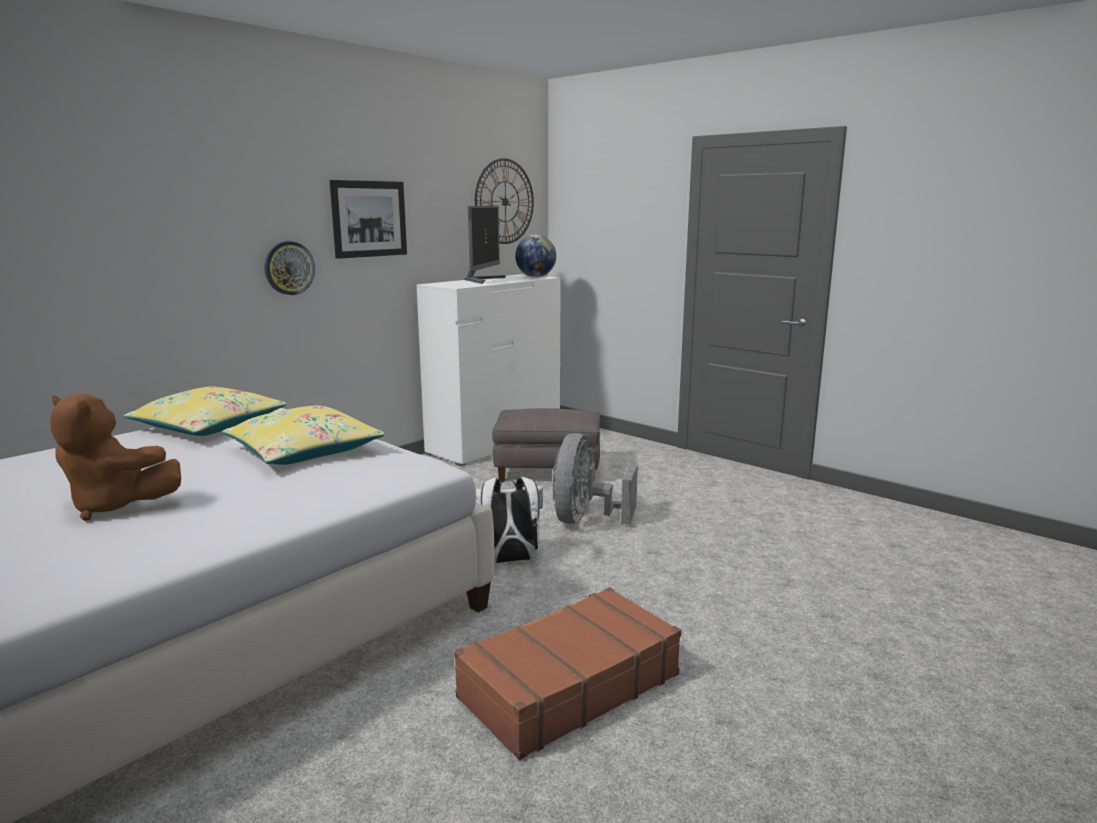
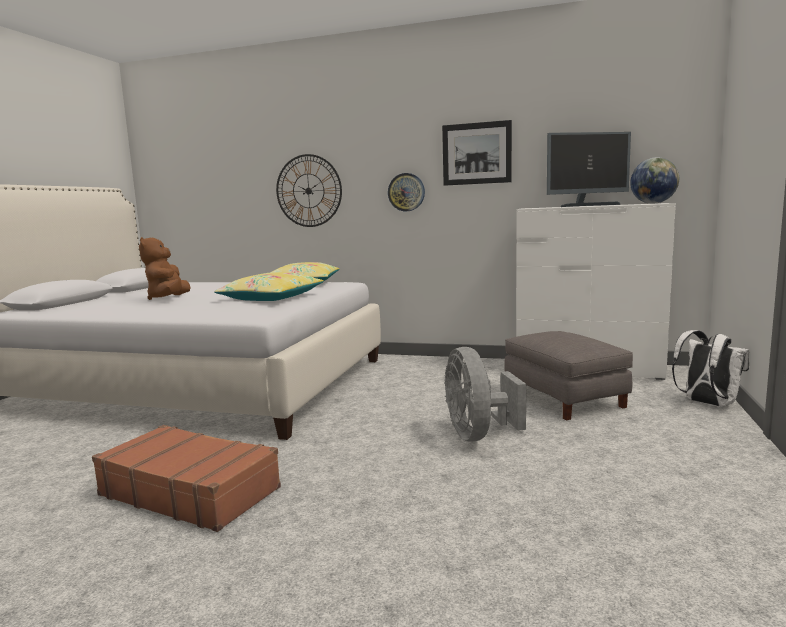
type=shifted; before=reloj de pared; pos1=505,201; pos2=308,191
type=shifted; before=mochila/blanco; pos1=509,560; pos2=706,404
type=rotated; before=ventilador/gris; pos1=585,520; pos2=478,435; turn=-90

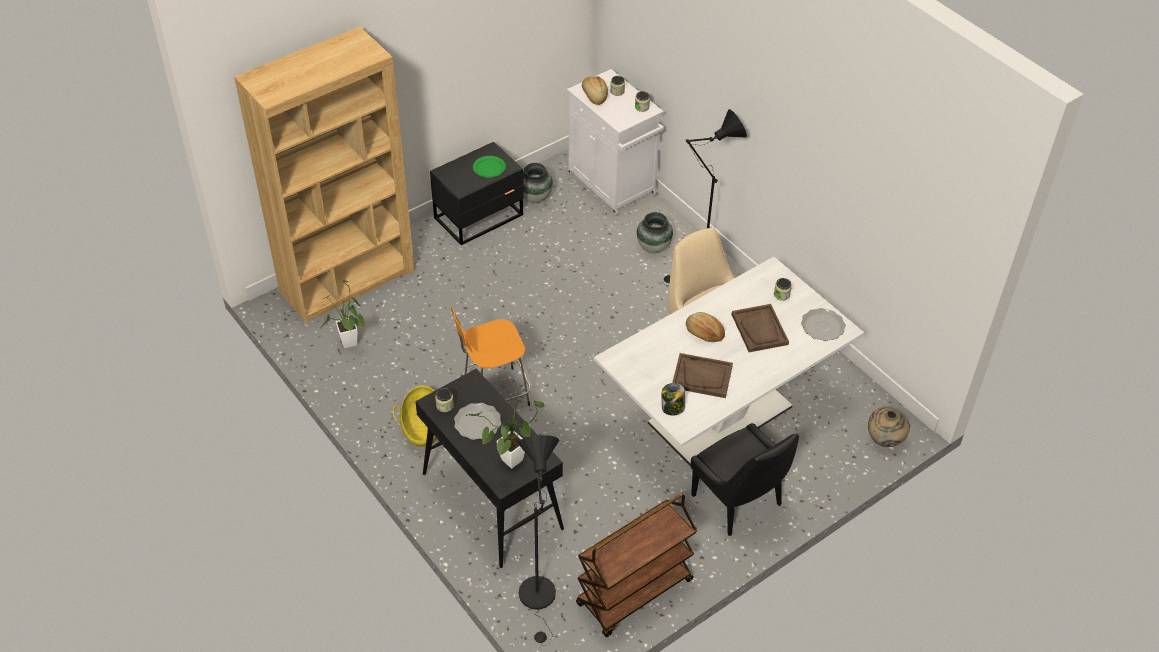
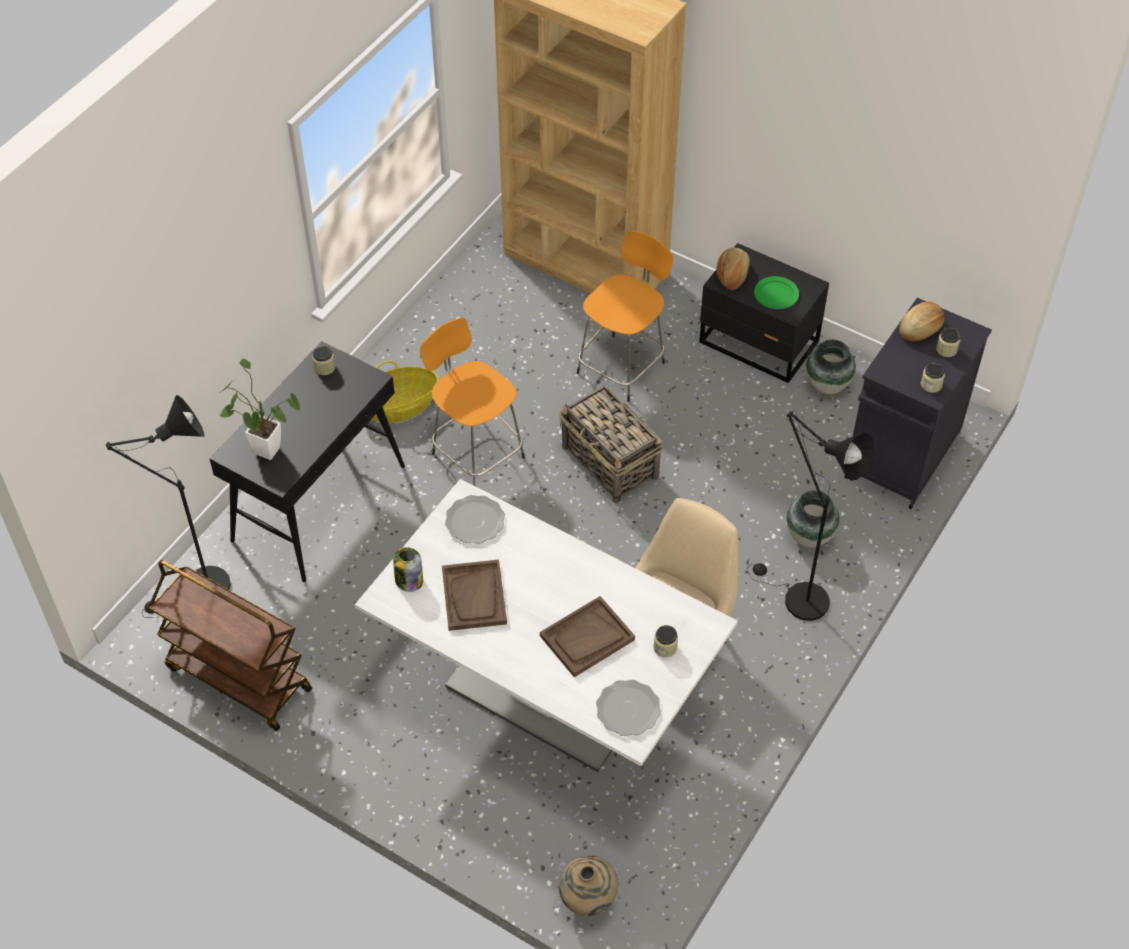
type=gone; before=planta en maceta; pos1=349,345
type=gone; before=silla/negro; pos1=738,502
type=new; after=cesta; pos2=610,462
type=new; after=taburete/naranja; pos2=623,366
type=shifted; before=plato; pos1=477,422; pos2=475,521
type=shifted; before=pan; pos1=704,333; pos2=733,274
type=repainted; before=armario/blanco; after=armario/negro; pos1=612,186; pos2=901,457

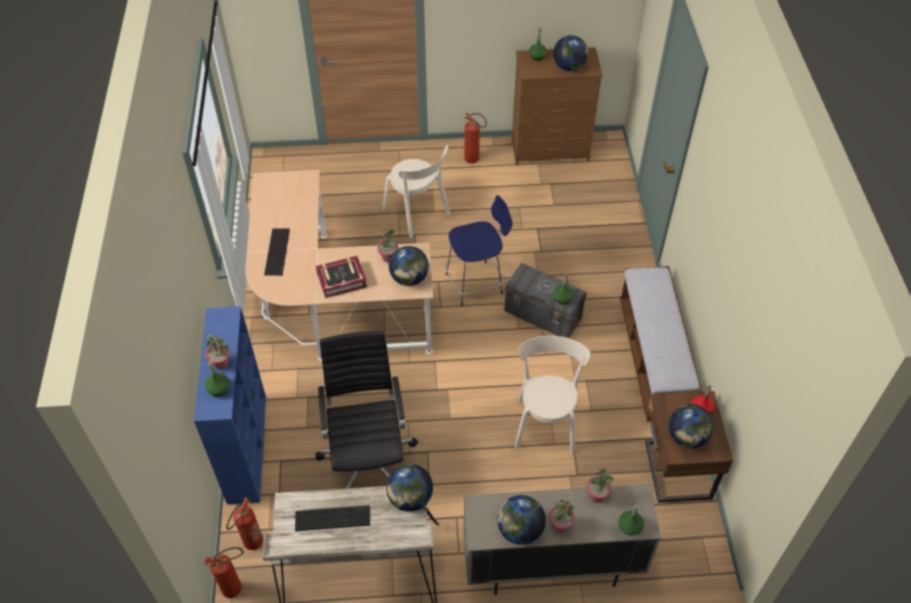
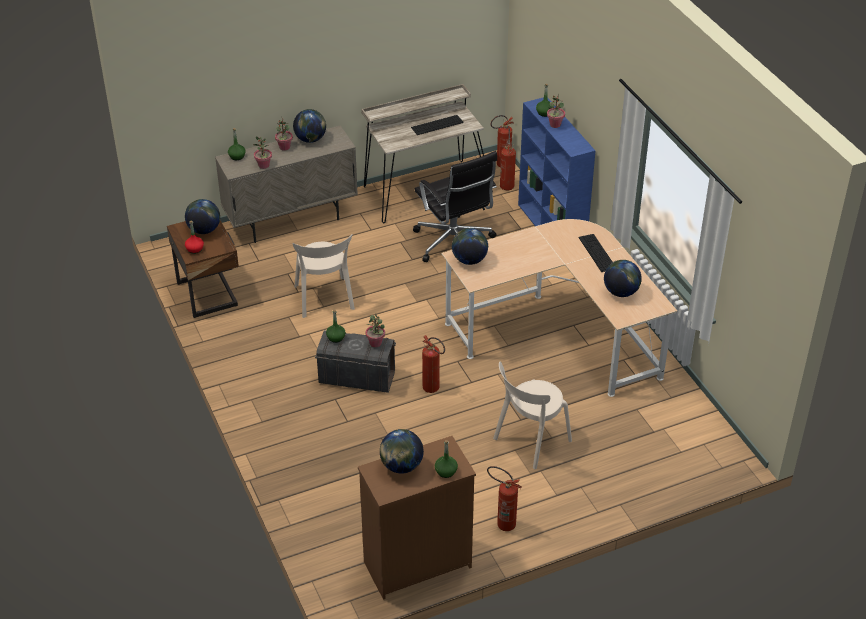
type=gone; before=libro; pos1=341,280
type=gone; before=banco; pos1=653,359
type=shifted; before=planta en maceta; pos1=388,257; pos2=375,343
type=shifted; before=globo terráqueo; pos1=410,498; pos2=621,292
type=swapped; before=taburete/azul; after=extintor; pos1=476,283; pos2=433,389
type=rotated; before=silla/beis; pos1=418,214; pos2=530,441; turn=-75

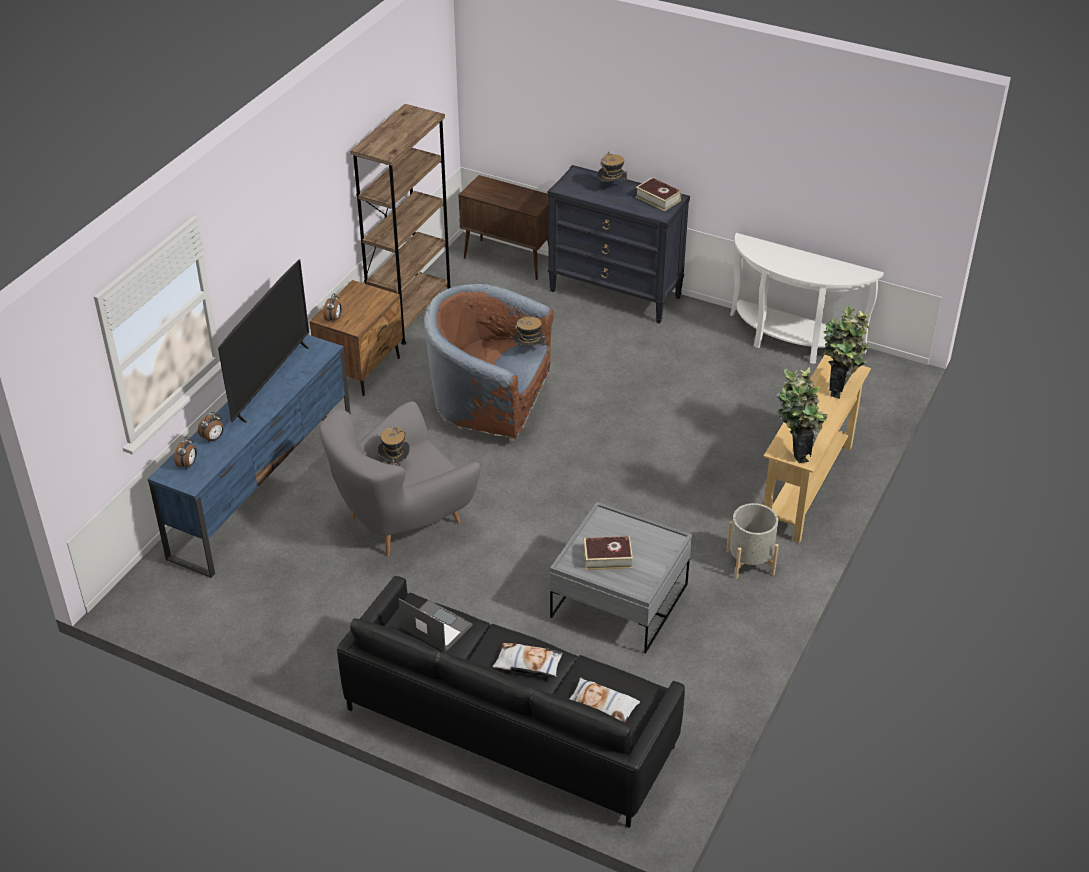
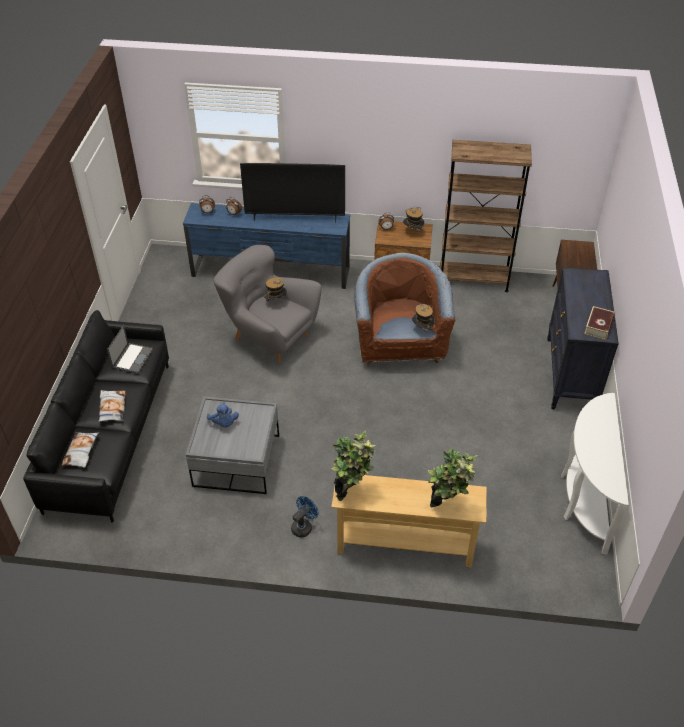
type=shifted; before=sombrero; pos1=611,188; pos2=413,231
type=swapped; before=libro; after=peluche/azul; pos1=607,558; pos2=224,423
type=swapped; before=maceta/gris; after=ventilador/azul; pos1=750,562; pos2=303,526

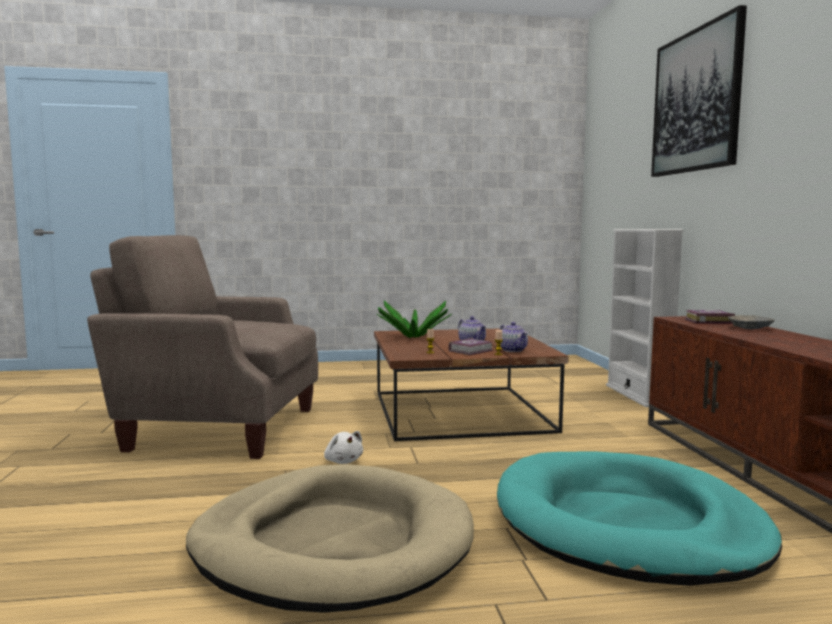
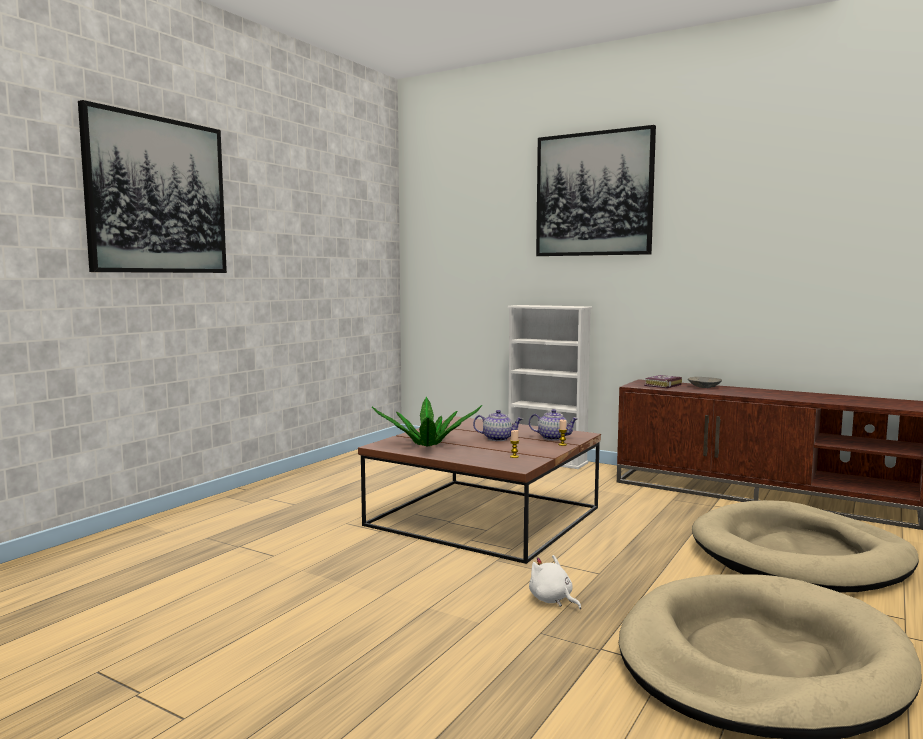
type=gone; before=sillón/beis; pos1=219,428
type=gone; before=libro; pos1=472,350
type=new; after=cuadro; pos2=157,196
type=repainted; before=cama para perro/turquesa; after=cama para perro/beis; pos1=627,524; pos2=799,555
type=rotated; before=peluche/blanco; pos1=343,461; pos2=552,600; turn=-135

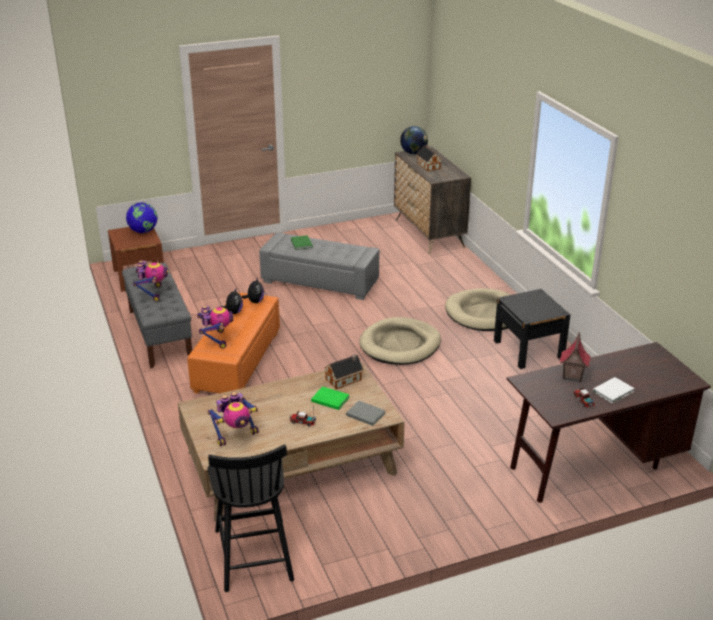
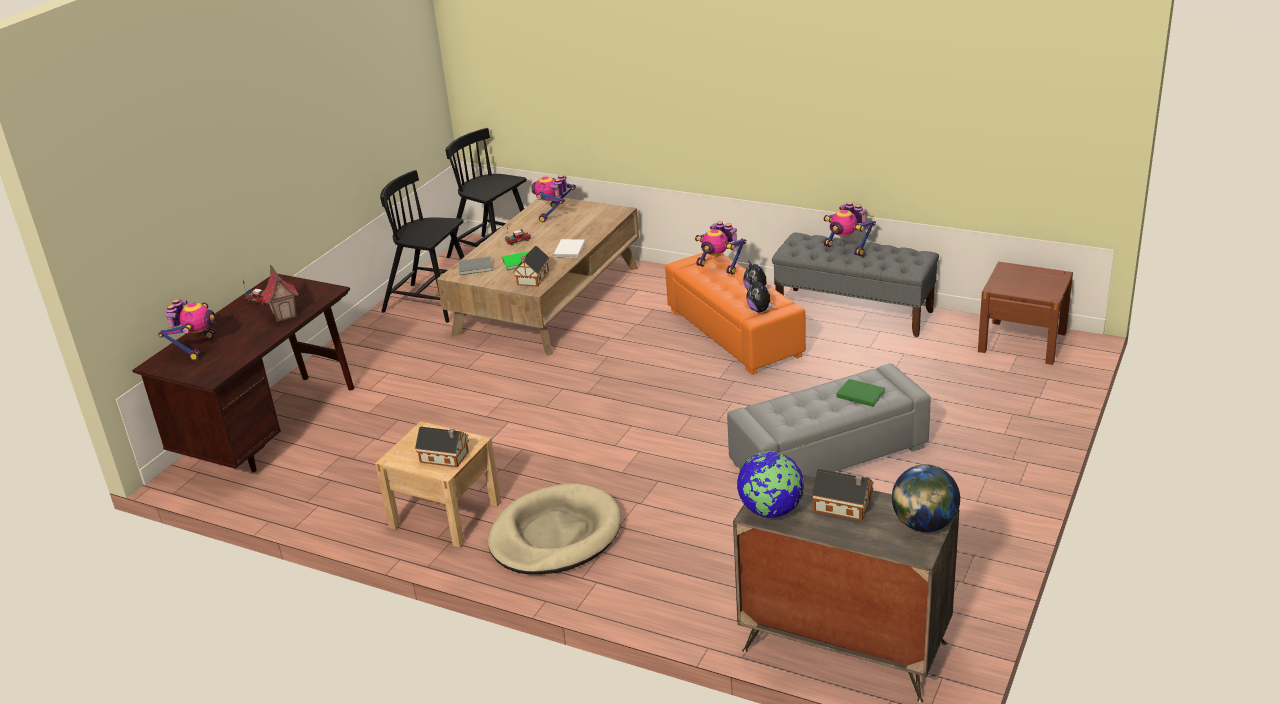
type=gone; before=cama para perro/beis; pos1=400,345
type=new; after=robot de juguete; pos2=197,347
type=new; after=silla/negro; pos2=431,303
type=new; after=casita; pos2=446,457
type=shifted; before=globo terráqueo; pos1=143,231; pos2=771,511
type=shifted; before=libro/blanco; pos1=614,391; pos2=569,250
type=repainted; before=mesita de noche/negro; after=mesita de noche/beis; pos1=528,349; pos2=445,515

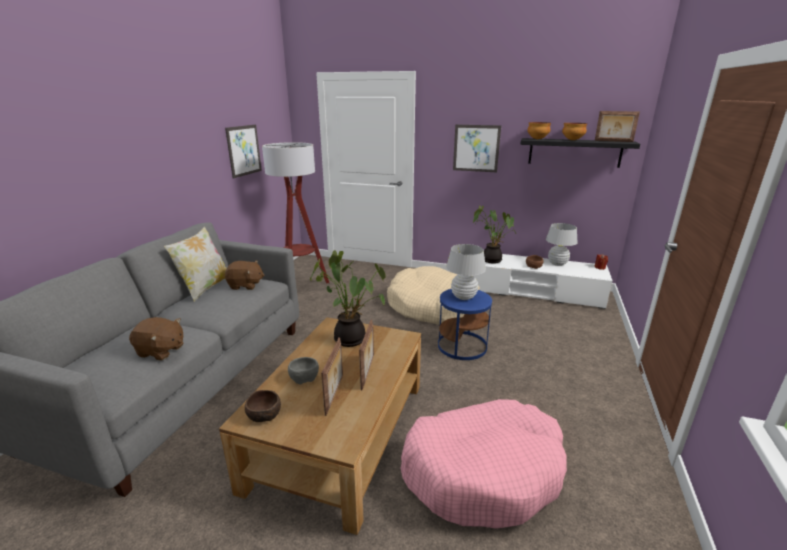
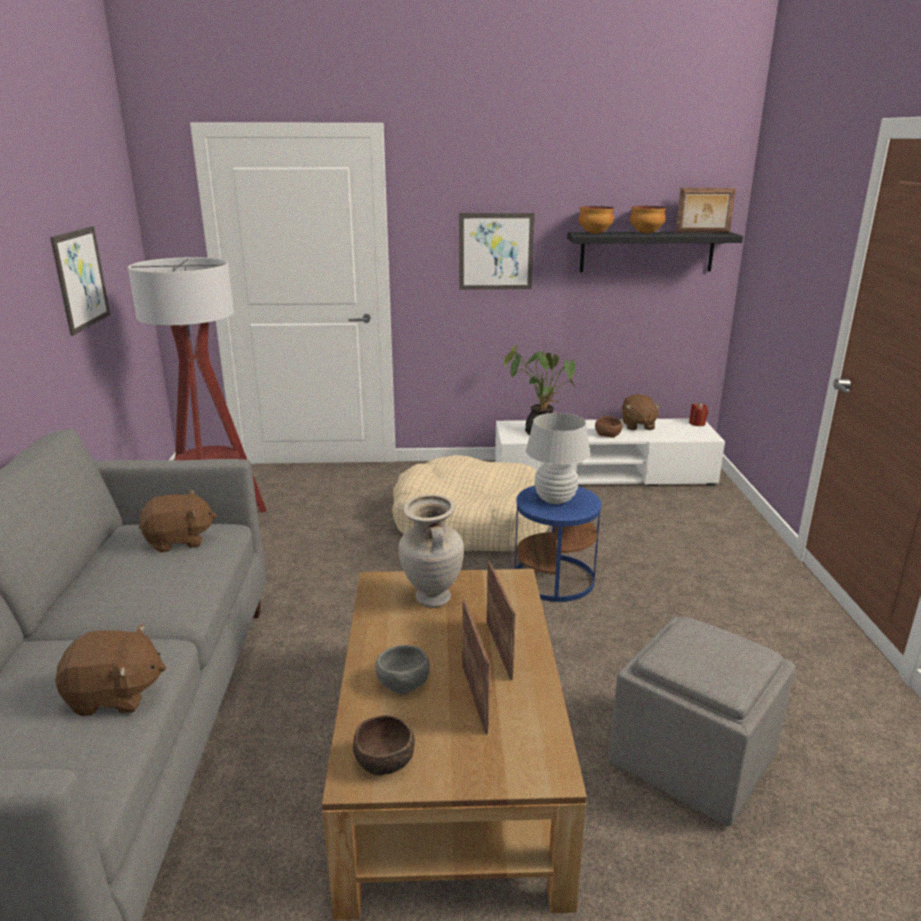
type=gone; before=cojín; pos1=205,288
type=swapped; before=planta en maceta; after=florero/beis; pos1=351,338; pos2=431,599
type=swapped; before=cama para perro/rosa; after=puf/gris; pos1=483,471; pos2=693,761
type=swapped; before=lámpara de mesa/blanco; after=peluche/marrón; pos1=557,264; pos2=637,425

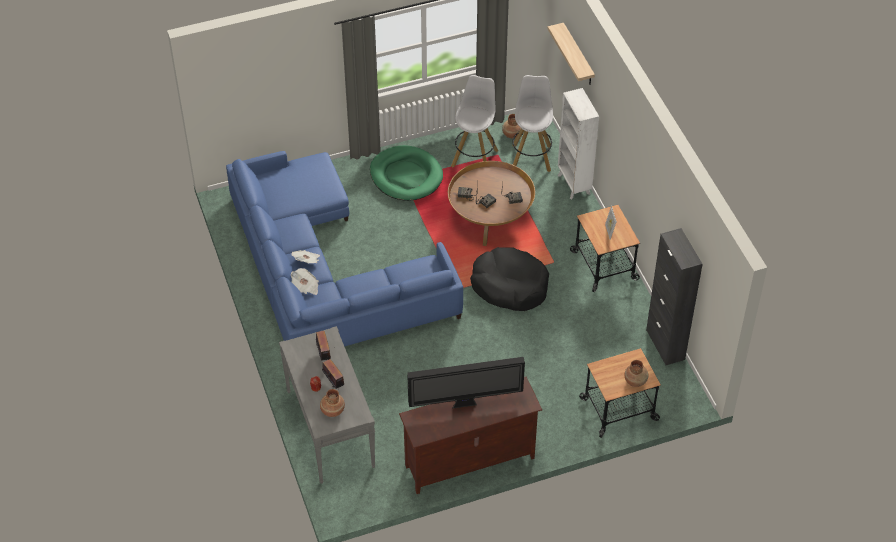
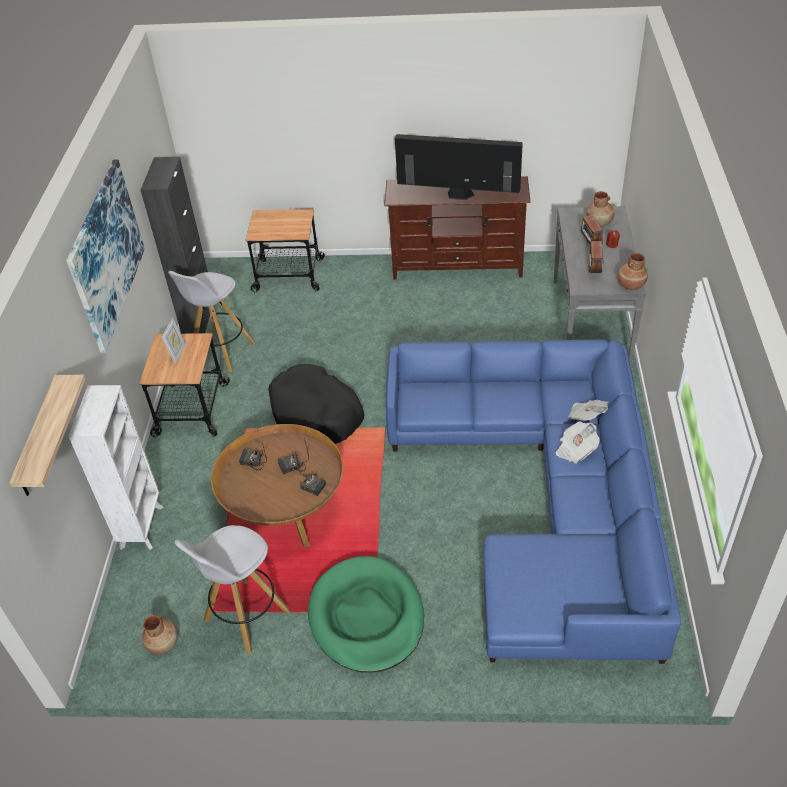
type=new; after=cuadro; pos2=106,254
type=shifted; before=taburete/blanco; pos1=531,157; pos2=221,352
type=shifted; before=florero/marrón; pos1=635,380; pos2=630,285

